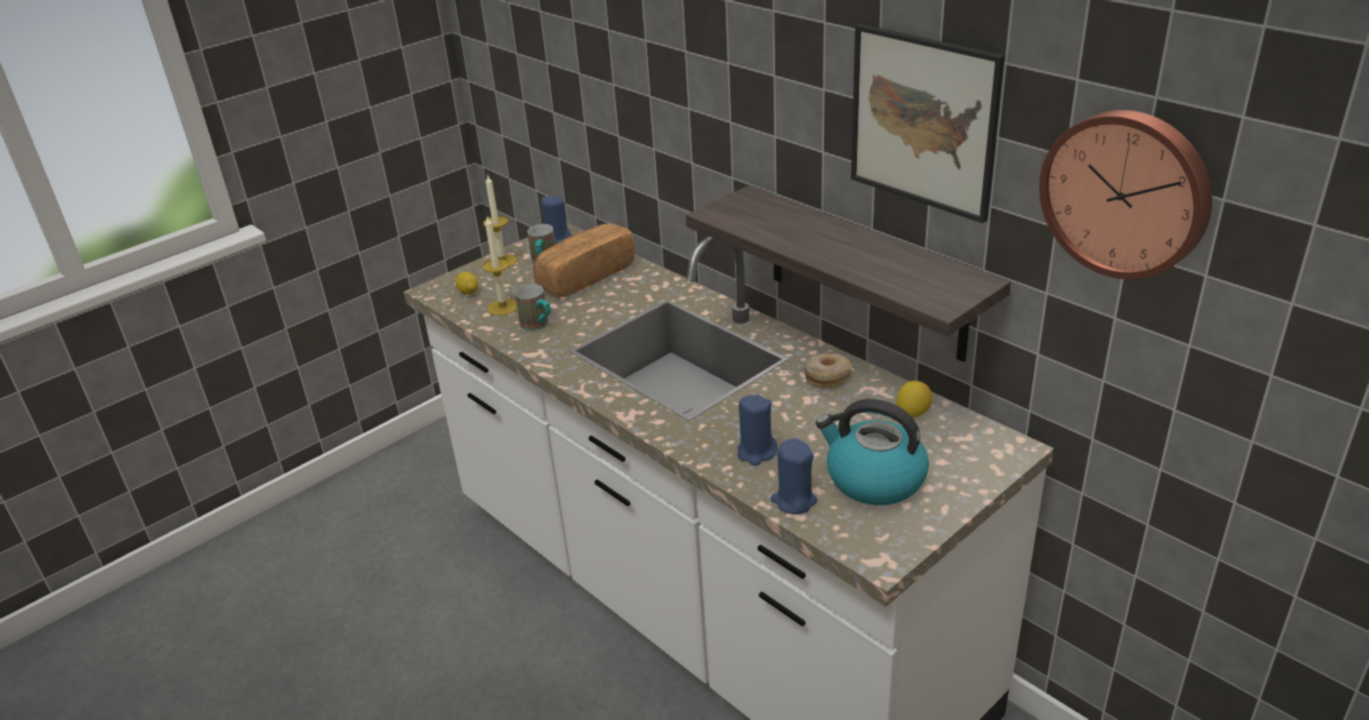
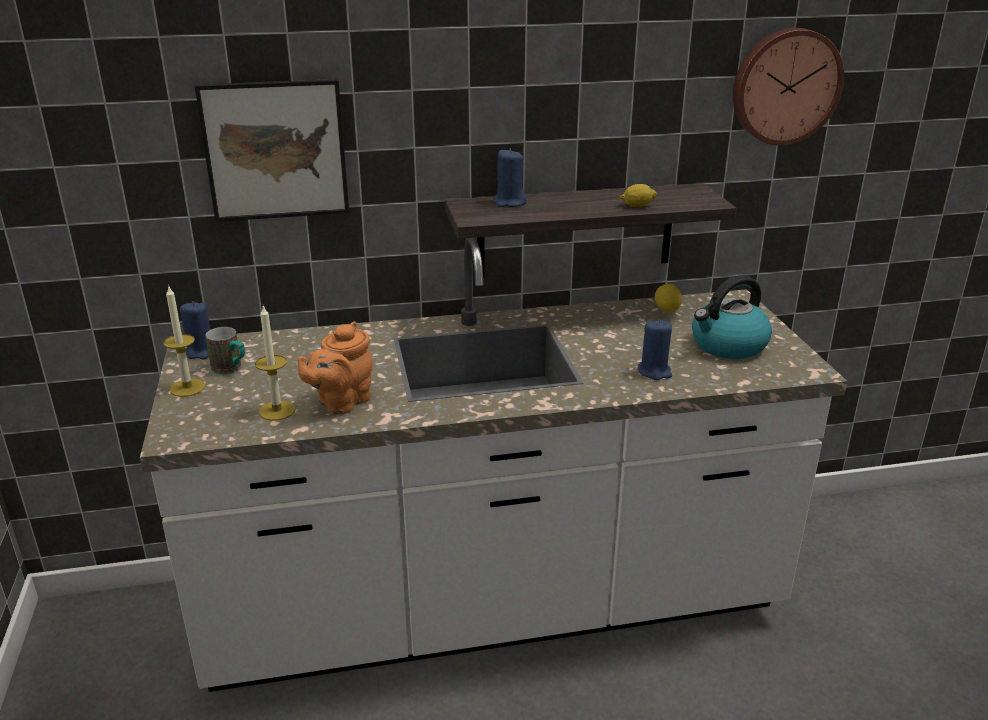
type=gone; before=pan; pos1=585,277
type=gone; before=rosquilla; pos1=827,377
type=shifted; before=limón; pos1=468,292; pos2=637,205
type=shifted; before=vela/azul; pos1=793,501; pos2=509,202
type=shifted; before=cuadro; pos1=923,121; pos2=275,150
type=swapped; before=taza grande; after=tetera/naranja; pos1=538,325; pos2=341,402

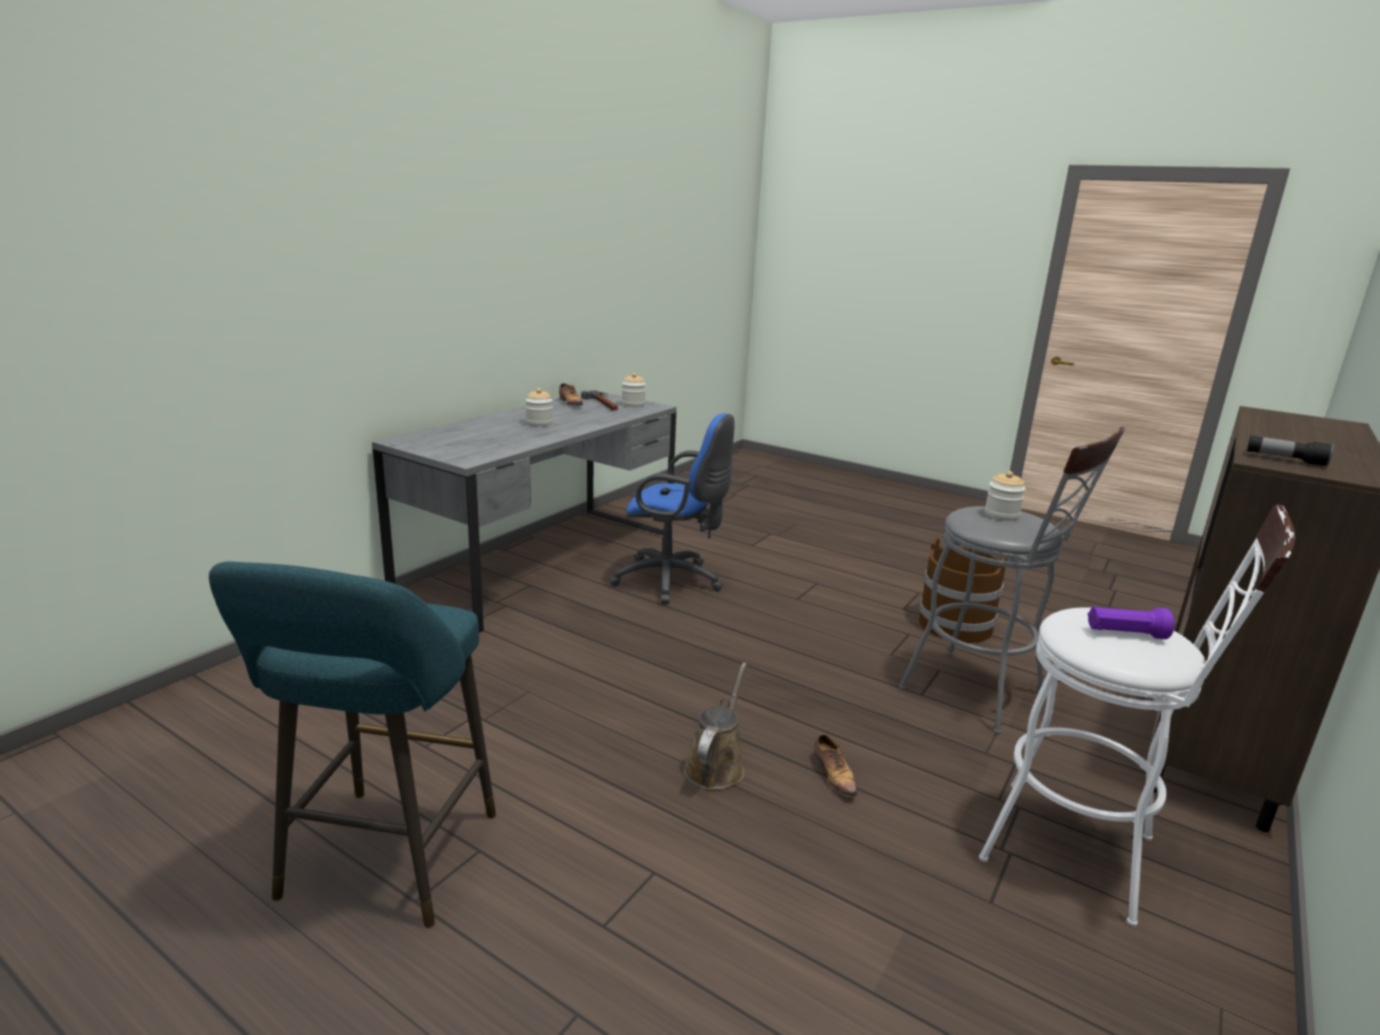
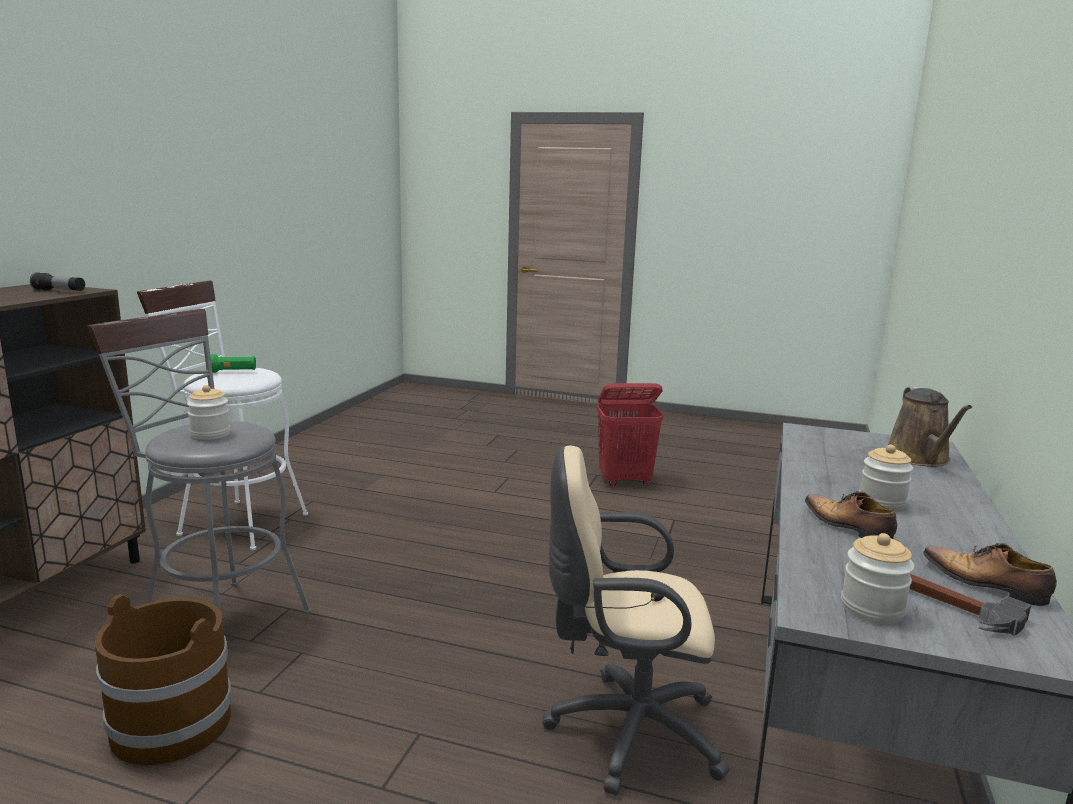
type=shifted; before=regadera/marrón; pos1=716,766; pos2=920,458
type=shifted; before=zapato; pos1=834,775; pos2=847,527
type=swapped; before=taburete/turquesa; after=cesto de la ropa/rojo; pos1=384,863; pos2=625,481
type=repainted; before=silla de oficina/azul; after=silla de oficina/beis; pos1=673,581; pos2=625,731
type=repainted; before=linterna/morado; after=linterna/verde; pos1=1125,634; pos2=233,372

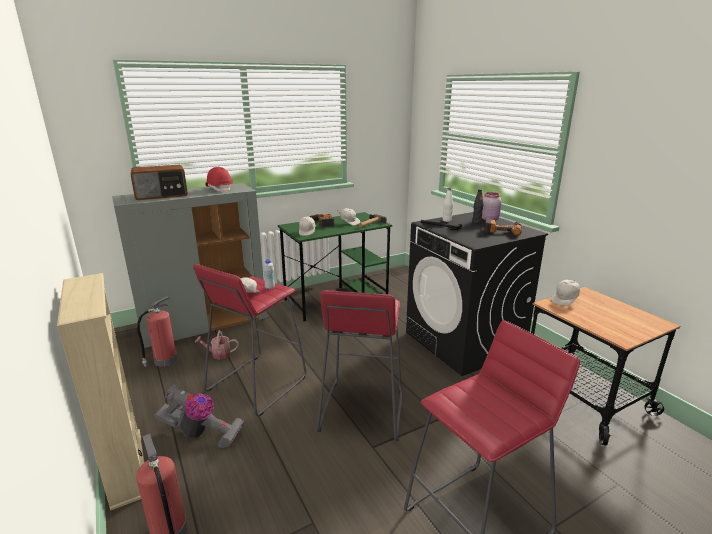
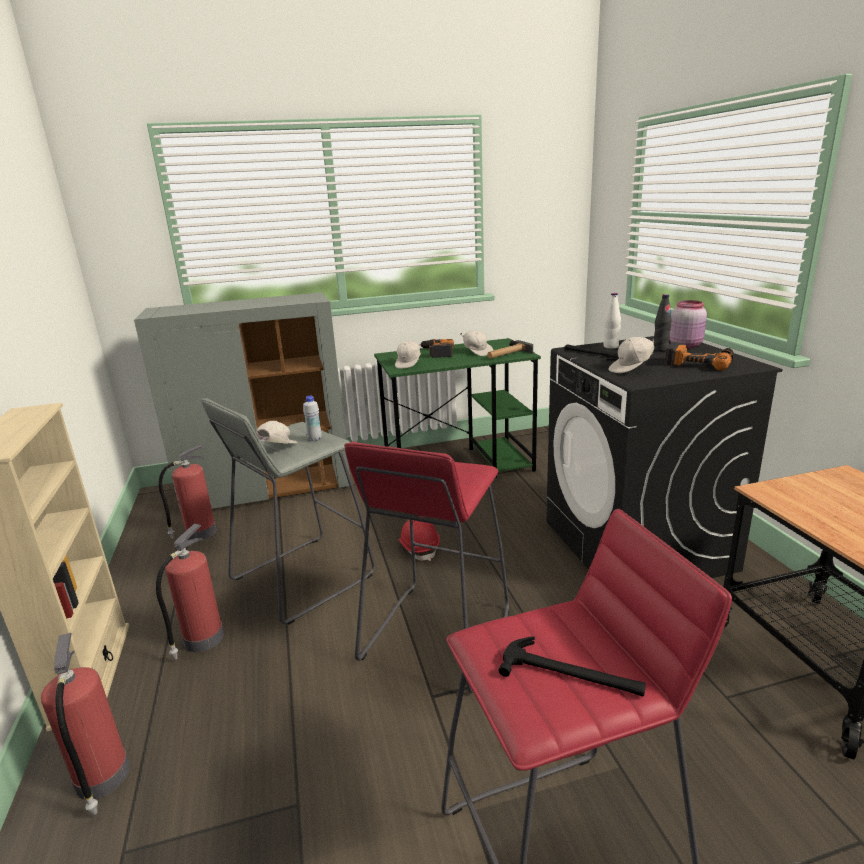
type=gone; before=radio; pos1=162,195
type=gone; before=regadera; pos1=218,354
type=new; after=martillo; pos2=572,674
type=shifted; before=casco/rojo; pos1=219,189; pos2=419,547
type=shifted; before=gorra/blanco; pos1=565,300; pos2=632,369
type=swapped; before=aspiradora; after=extintor; pos1=201,433; pos2=202,640
type=repainted; before=taburete/rojo; after=taburete/gris; pos1=256,384; pos2=301,577

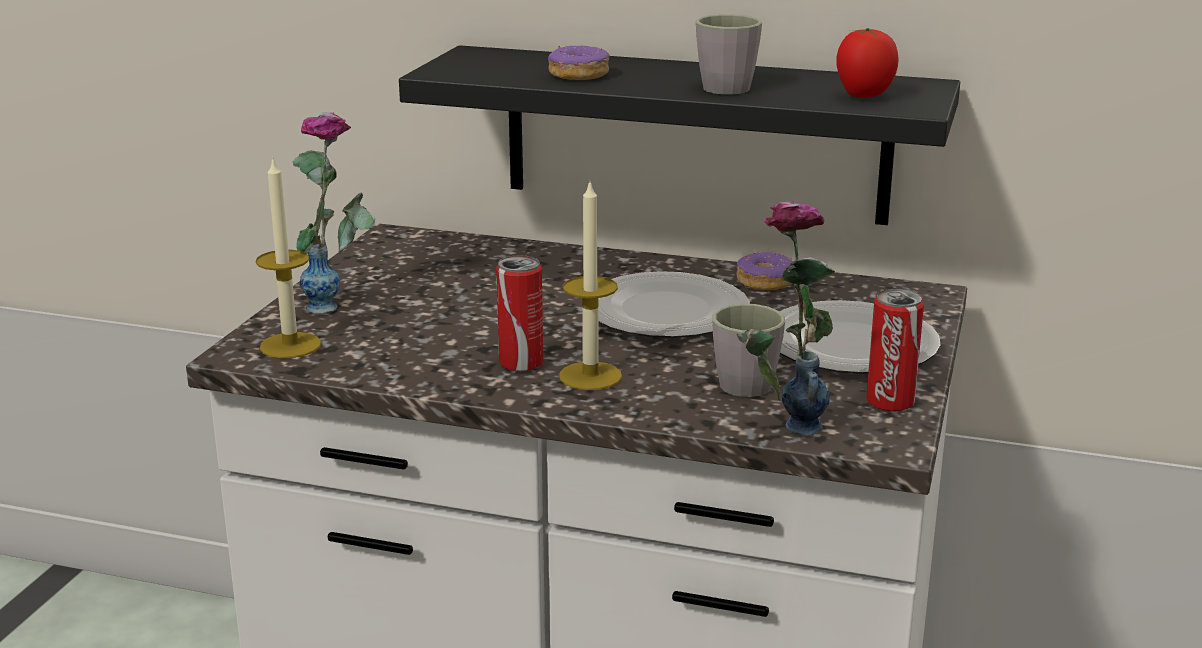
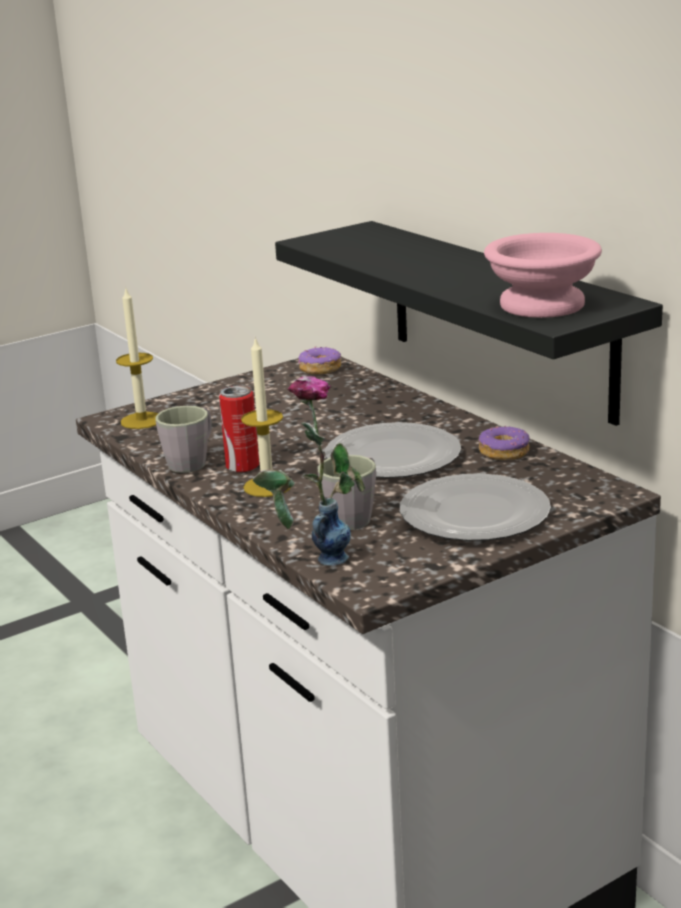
type=gone; before=florero; pos1=341,303
type=gone; before=lata; pos1=890,403
type=shifted; before=rosquilla; pos1=578,75; pos2=320,369
type=shifted; before=taza grande/gris; pos1=723,85; pos2=192,461
type=swapped; before=tomate; after=cuenco/rosa; pos1=863,97; pos2=539,306

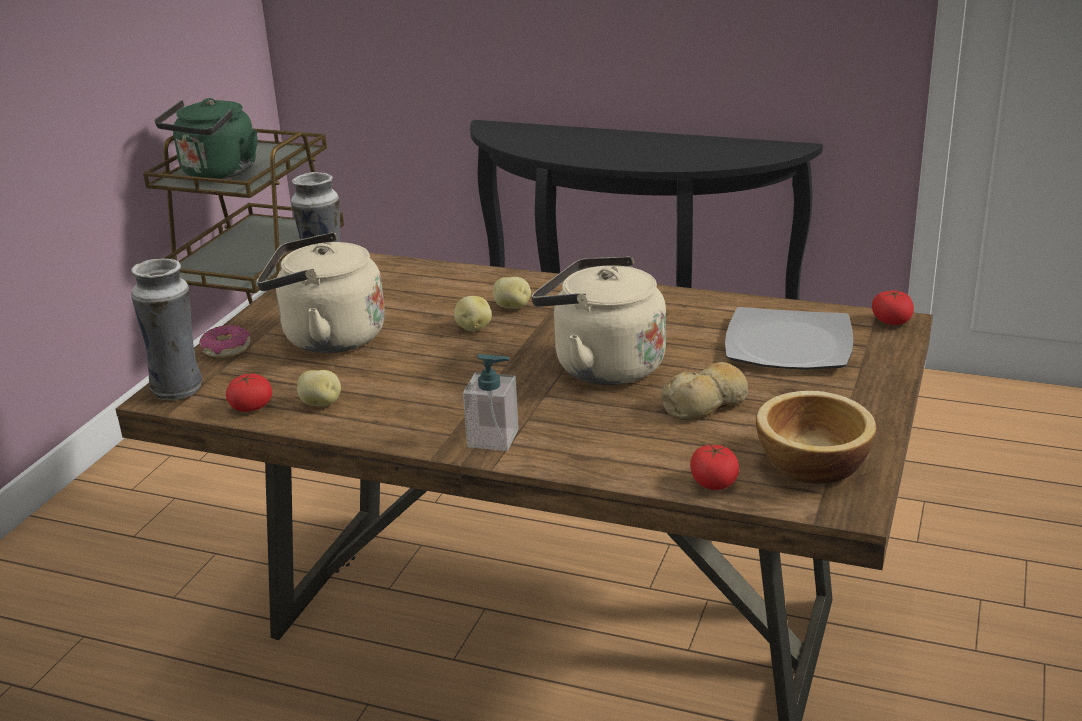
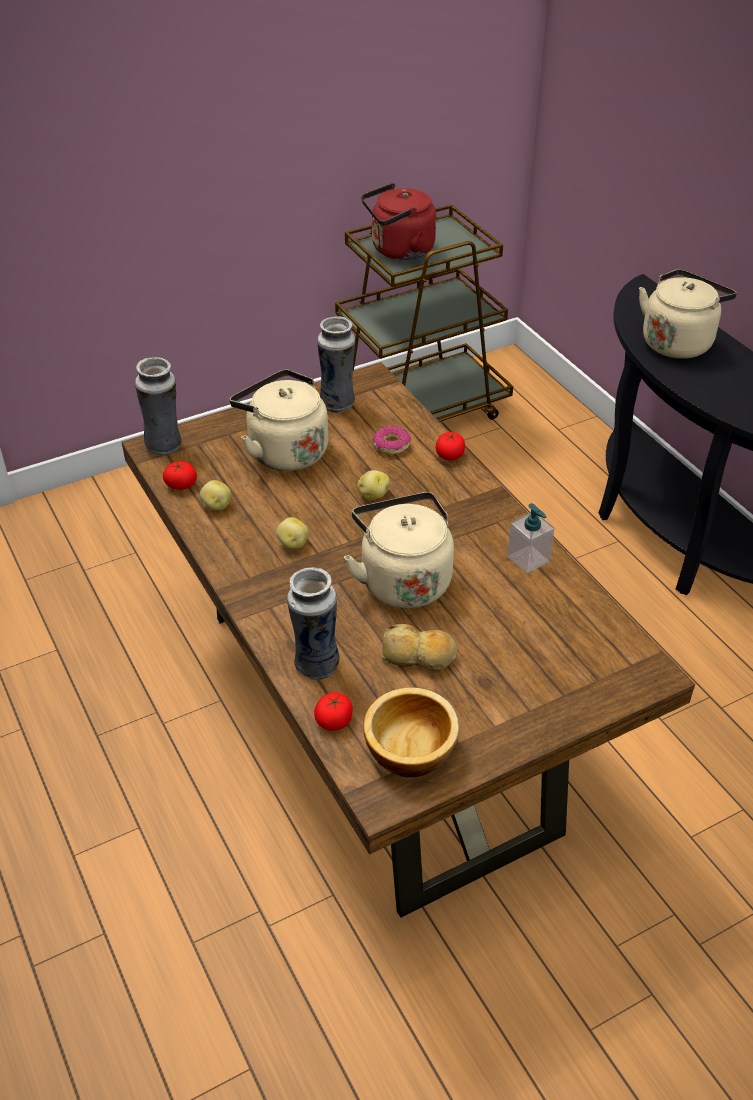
type=gone; before=plato; pos1=787,344
type=new; after=florero; pos2=315,664
type=new; after=hervidor/beis; pos2=678,342
type=shifted; before=rosquilla; pos1=226,350; pos2=391,445
type=shifted; before=dispensador de jabón; pos1=493,438; pos2=528,559
type=shifted; before=patata; pos1=512,307; pos2=292,544
type=shifted; before=tomate; pos1=891,321; pos2=450,455
type=repainted; before=hervidor/verde; after=hervidor/rojo; pos1=217,173; pos2=399,250

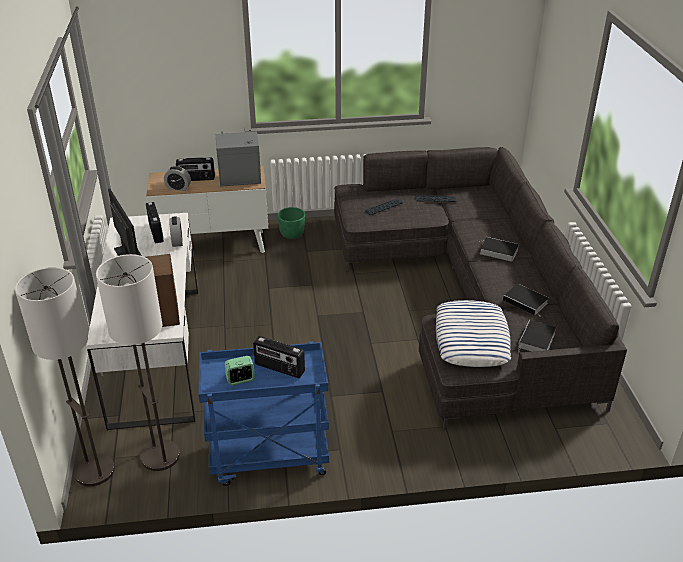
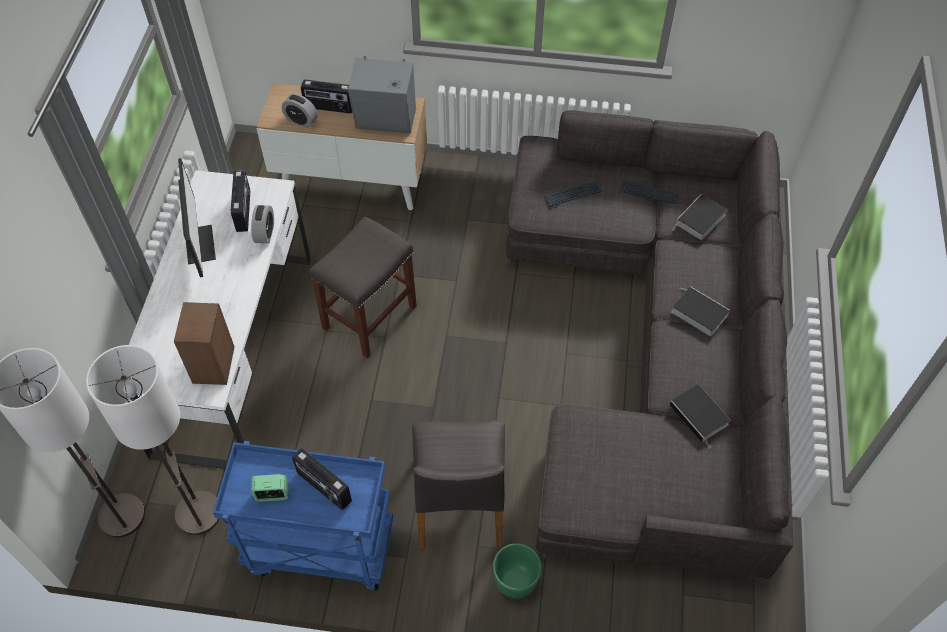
type=gone; before=cojín; pos1=471,339
type=new; after=taburete/gris; pos2=369,318
type=new; after=silla/gris; pos2=460,501
type=shifted; before=maceta/verde; pos1=292,234; pos2=516,580
type=shifted; before=libro; pos1=536,341; pos2=700,220

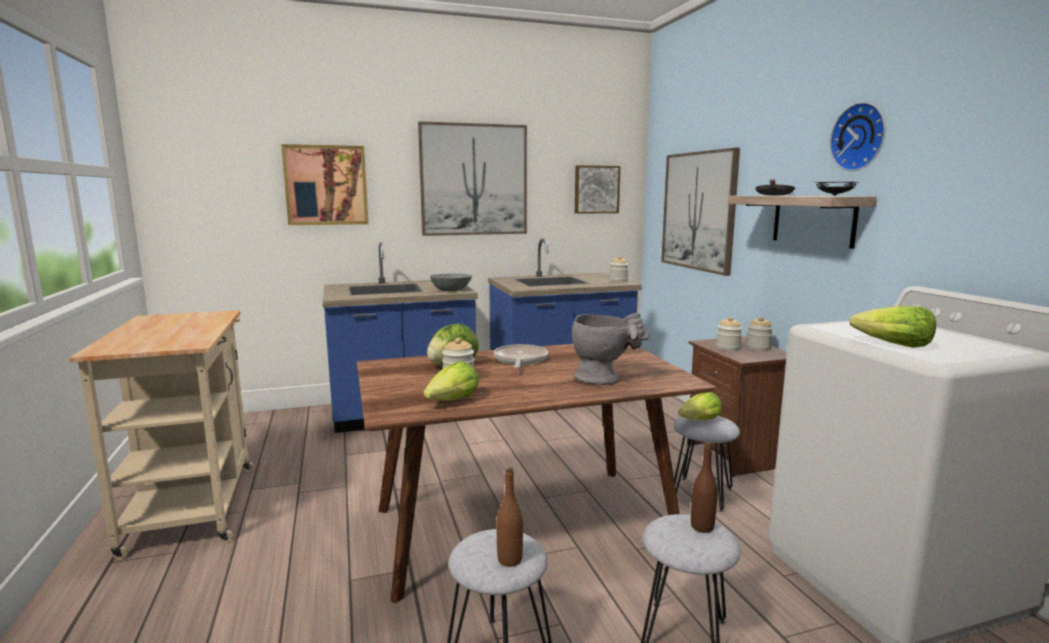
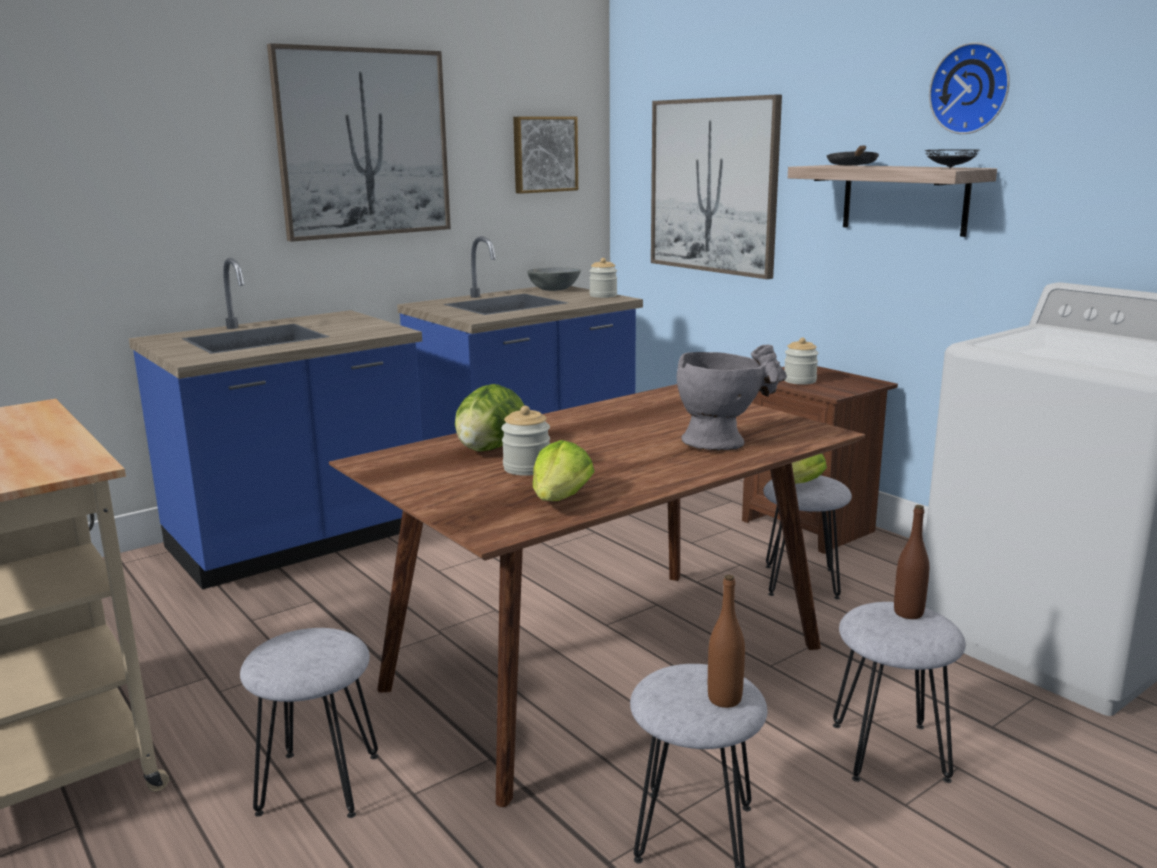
type=gone; before=cuadro; pos1=326,185
type=gone; before=sartén; pos1=520,360
type=gone; before=tarro; pos1=758,348
type=gone; before=lechuga; pos1=893,345
type=new; after=taburete/gris; pos2=318,783
type=shifted; before=cuenco/gris; pos1=451,290; pos2=554,289

